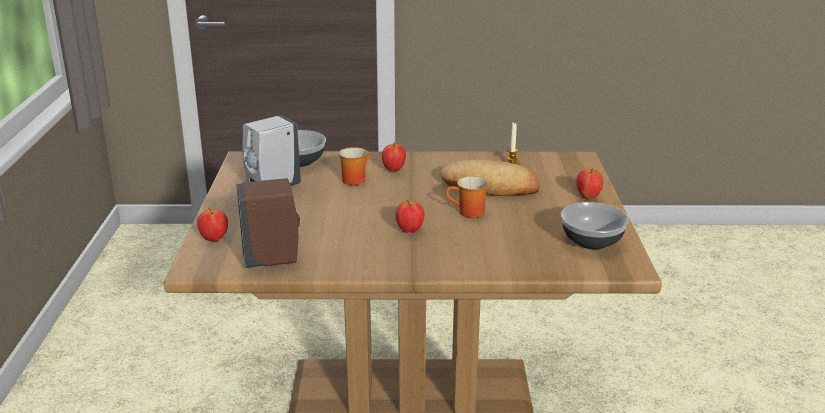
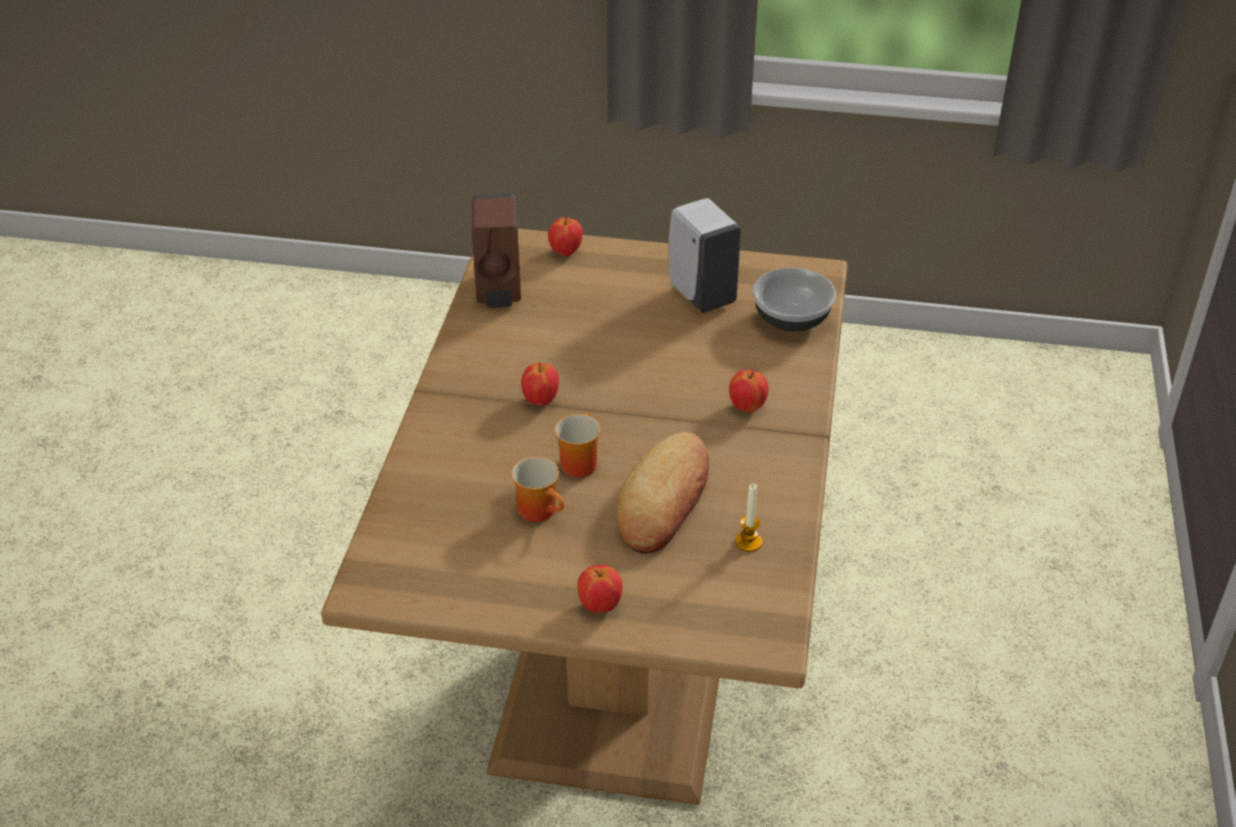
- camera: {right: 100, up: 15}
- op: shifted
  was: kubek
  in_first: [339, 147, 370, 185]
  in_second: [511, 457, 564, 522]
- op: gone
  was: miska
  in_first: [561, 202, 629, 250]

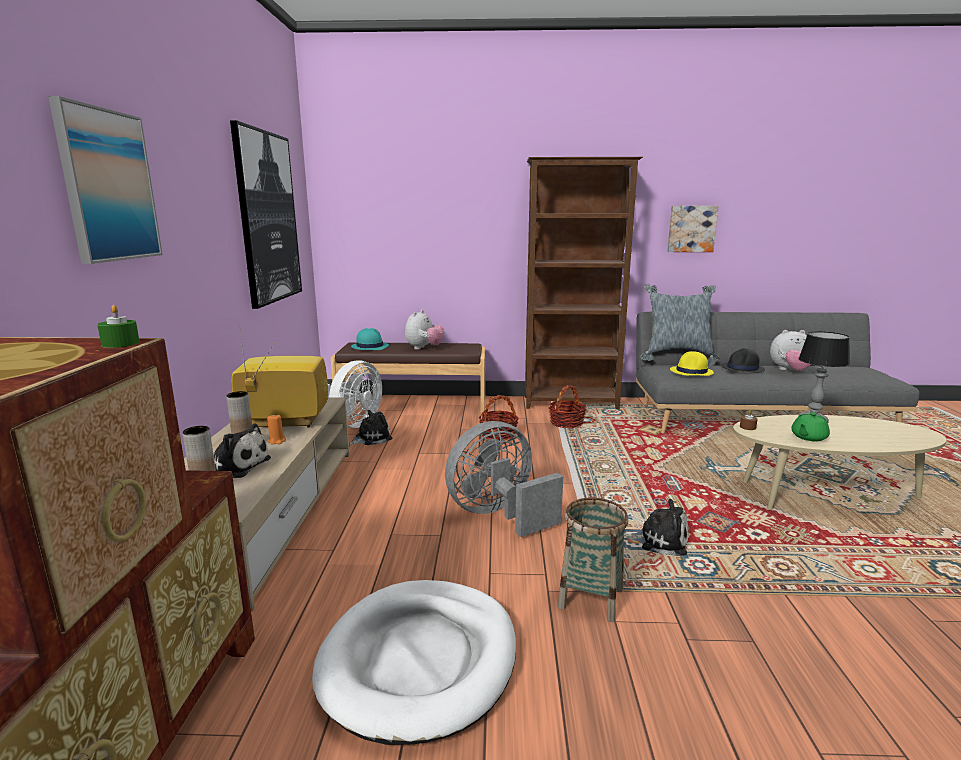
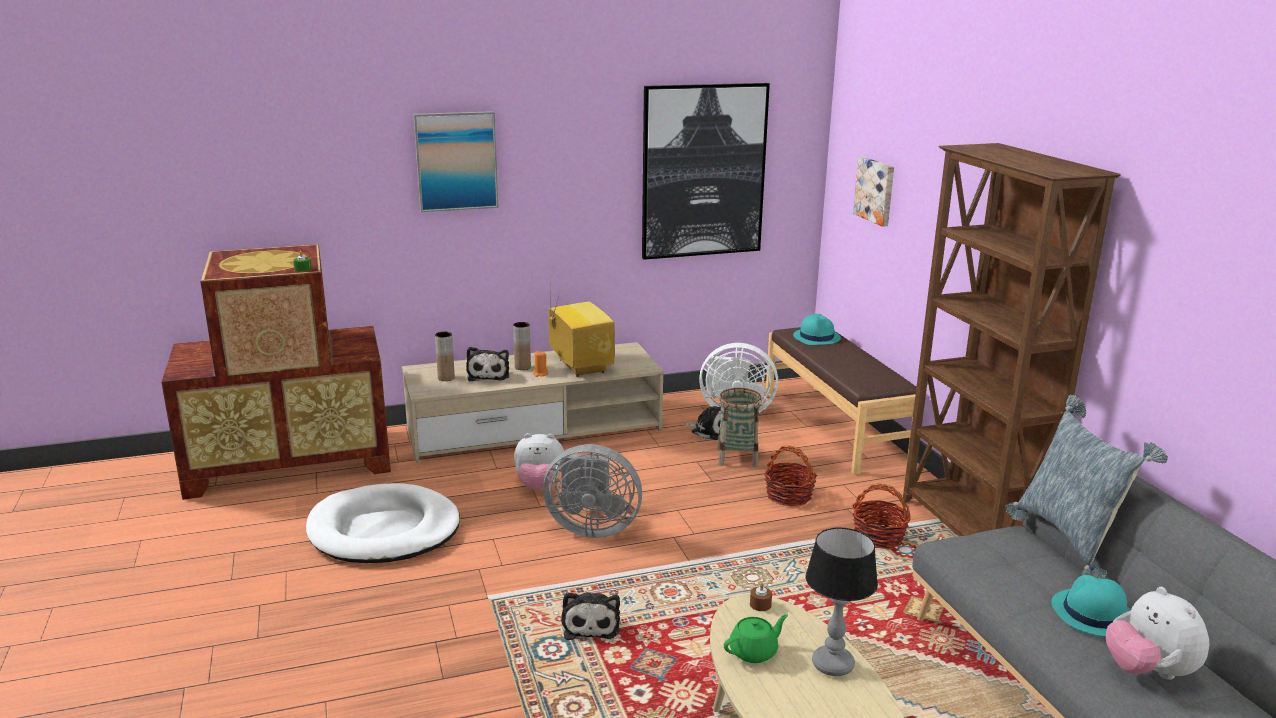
- camera: {right: 70, up: 5}
- op: shifted
  was: pluszak
  in_first: [405, 310, 444, 350]
  in_second: [514, 433, 564, 490]
- op: rotated
  was: wentylator [szary]
  in_first: [445, 421, 563, 537]
  in_second: [543, 444, 642, 538]
  clockwise: 150
- op: shifted
  was: koszyk
  in_first: [558, 498, 628, 622]
  in_second: [717, 388, 762, 467]
- op: rotated
  was: imbryk [zielony]
  in_first: [792, 412, 830, 442]
  in_second: [724, 614, 788, 663]
  clockwise: 120
- op: shifted
  was: obraz
  in_first: [667, 206, 719, 252]
  in_second: [853, 157, 894, 227]
- op: repainted
  was: kapelusz [czarny]
  now: kapelusz [turkusowy]
  in_first: [721, 348, 765, 373]
  in_second: [1051, 575, 1130, 637]
- op: gone
  was: kapelusz [żółty]
  in_first: [670, 351, 714, 376]

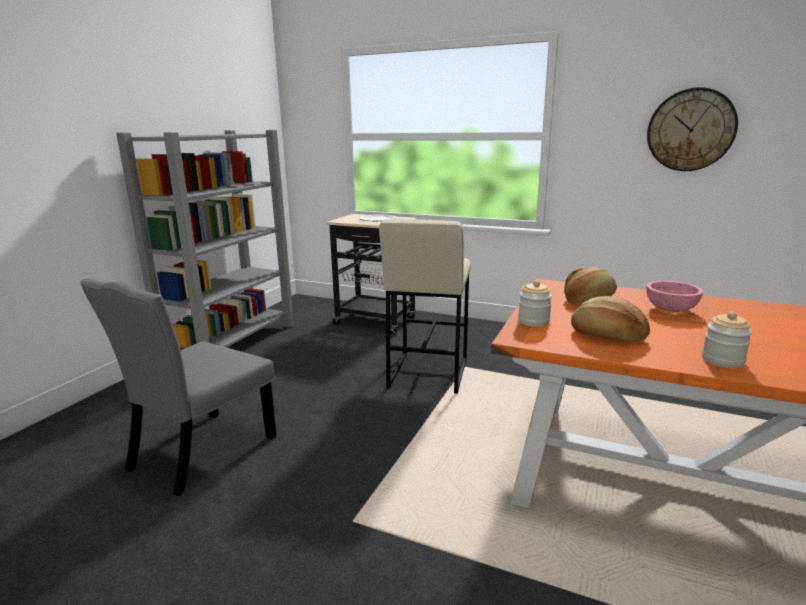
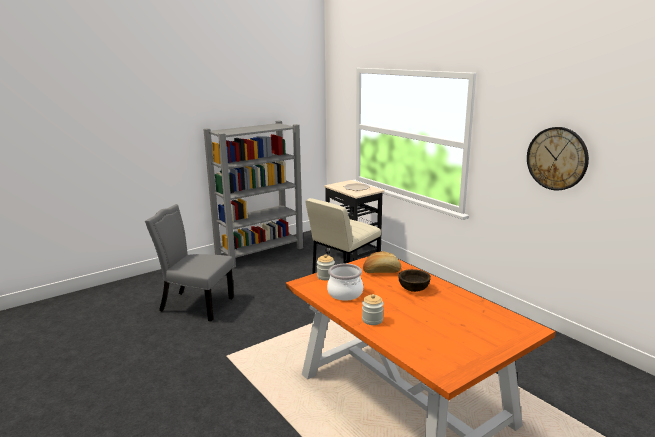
- camera: {right: 30, up: 0}
- op: rotated
  was: krzesło [szary]
  in_first: [80, 279, 276, 496]
  in_second: [145, 204, 234, 322]
  clockwise: 45
- op: swapped
  was: chleb
  now: garnek
  in_first: [571, 296, 650, 342]
  in_second: [327, 264, 363, 301]
- op: repainted
  was: miska [różowy]
  now: miska [brązowy]
  in_first: [647, 281, 703, 312]
  in_second: [398, 269, 431, 292]

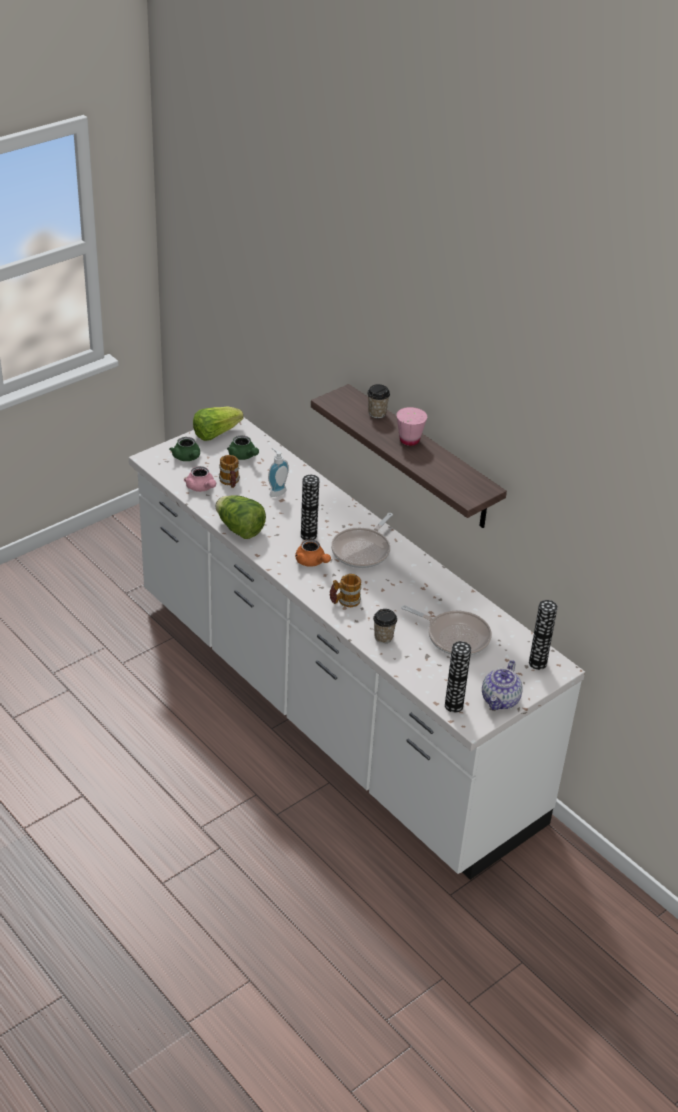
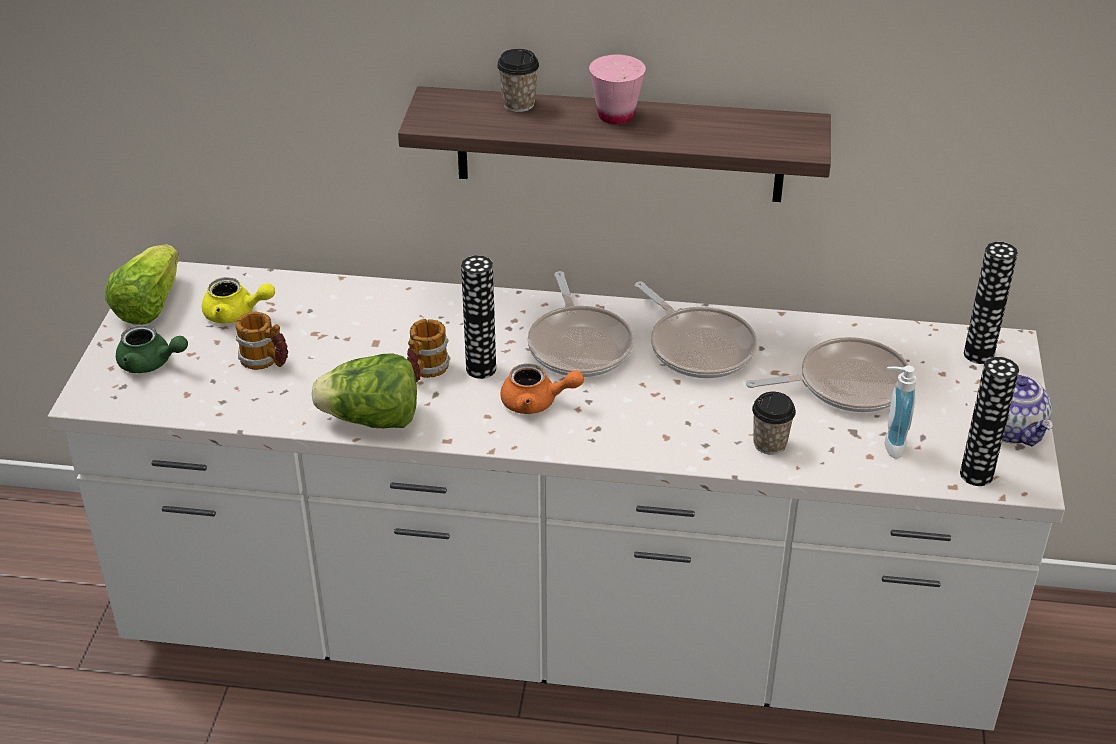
- camera: {right: -40, up: 0}
- op: repainted
  was: imbryk [zielony]
  now: imbryk [żółty]
  in_first: [227, 435, 259, 460]
  in_second: [202, 277, 275, 323]
- op: shifted
  was: kubek
  in_first: [330, 574, 361, 607]
  in_second: [407, 319, 450, 382]
- op: new
  now: patelnia
  in_second: [635, 282, 757, 378]
- op: shifted
  was: dozownik mydła
  in_first: [268, 448, 289, 497]
  in_second: [884, 366, 917, 459]
- op: gone
  was: imbryk [różowy]
  in_first: [184, 466, 216, 492]

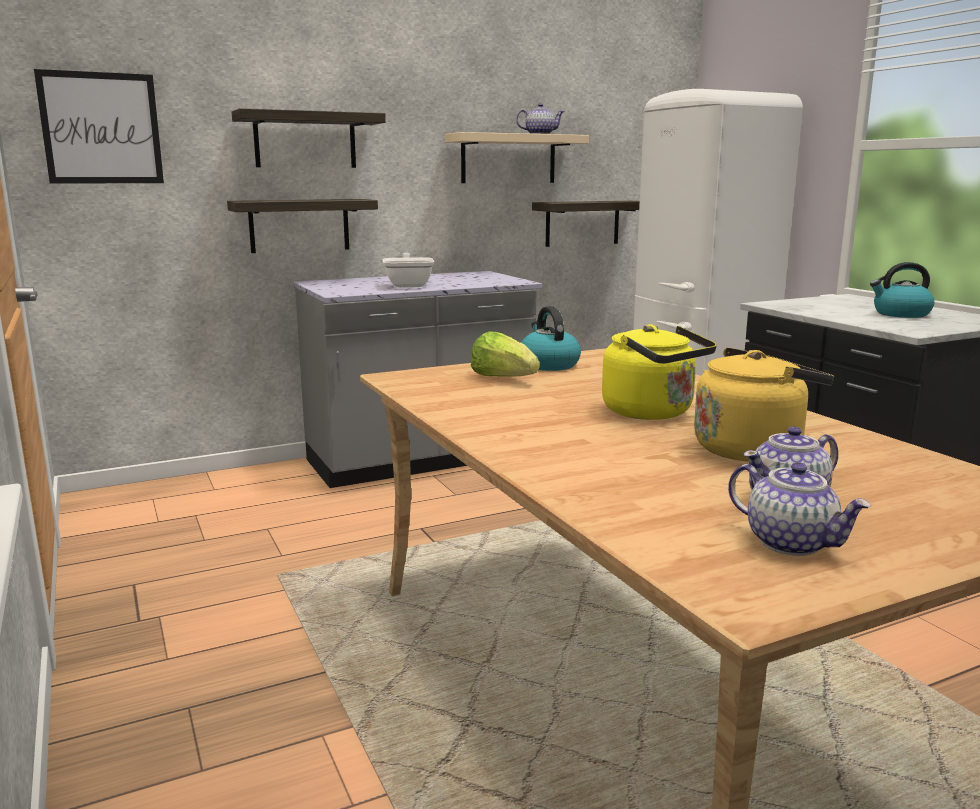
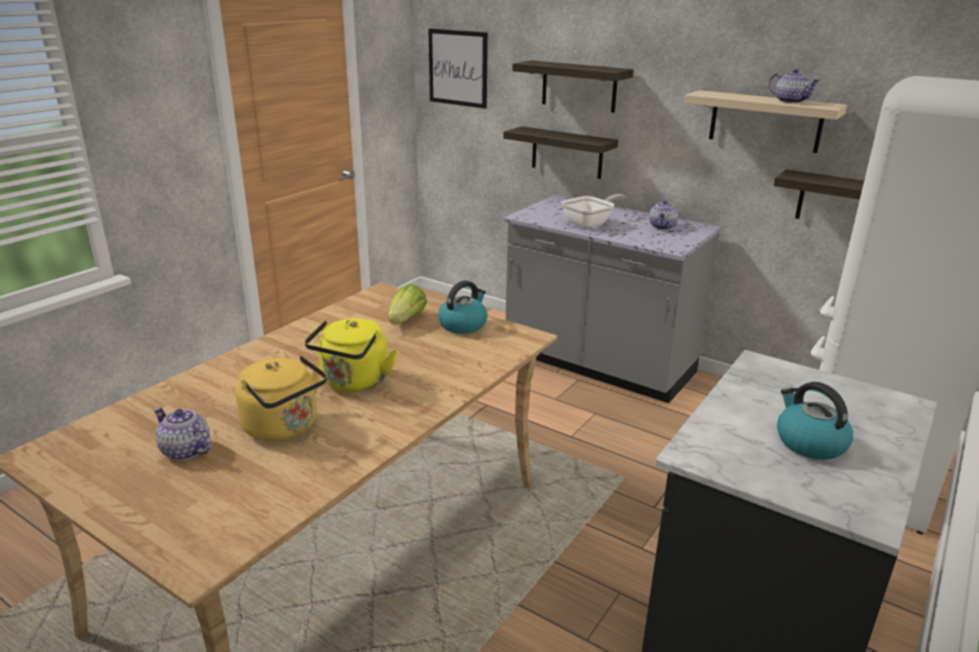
- camera: {right: 60, up: 10}
- op: shifted
  was: imbryk
  in_first: [728, 462, 871, 556]
  in_second: [649, 200, 678, 230]

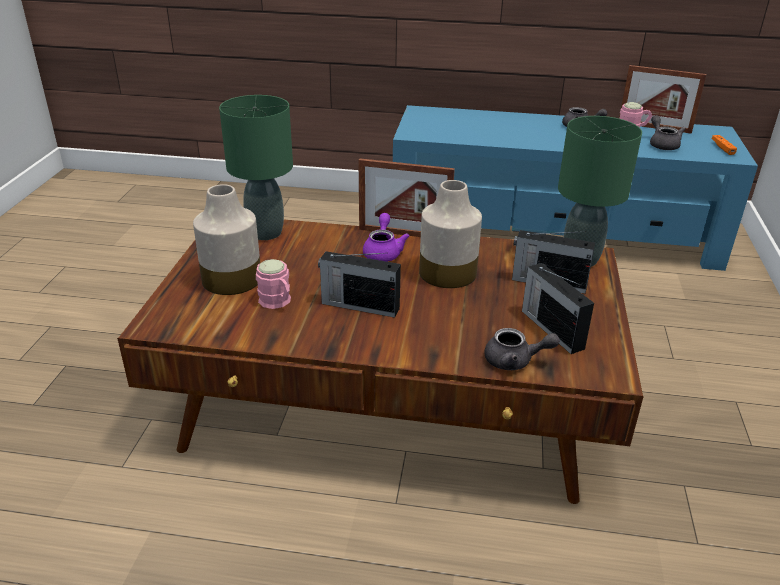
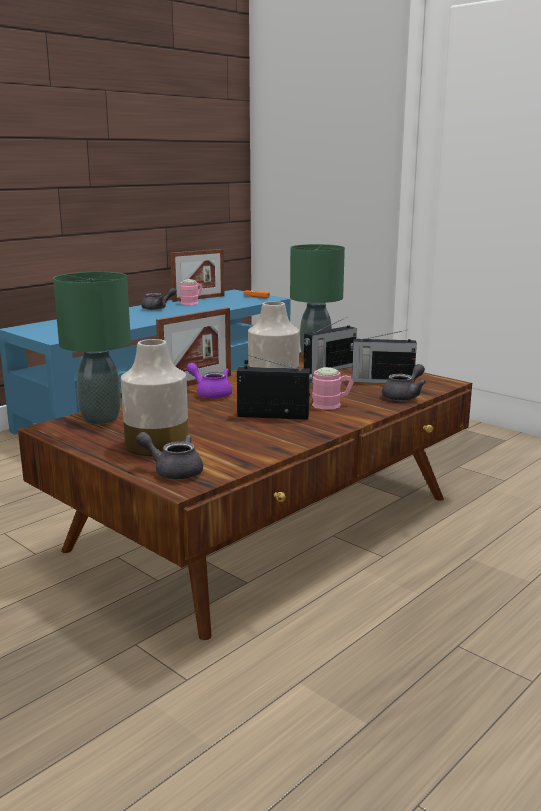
- camera: {right: -55, up: -15}
- op: shifted
  was: imbryk [szary]
  in_first: [650, 115, 686, 150]
  in_second: [136, 432, 203, 480]
- op: rotated
  was: radio
  in_first: [318, 251, 401, 318]
  in_second: [237, 355, 313, 420]
  clockwise: -135
- op: shifted
  was: kubek [różowy]
  in_first: [256, 259, 291, 309]
  in_second: [312, 367, 354, 410]

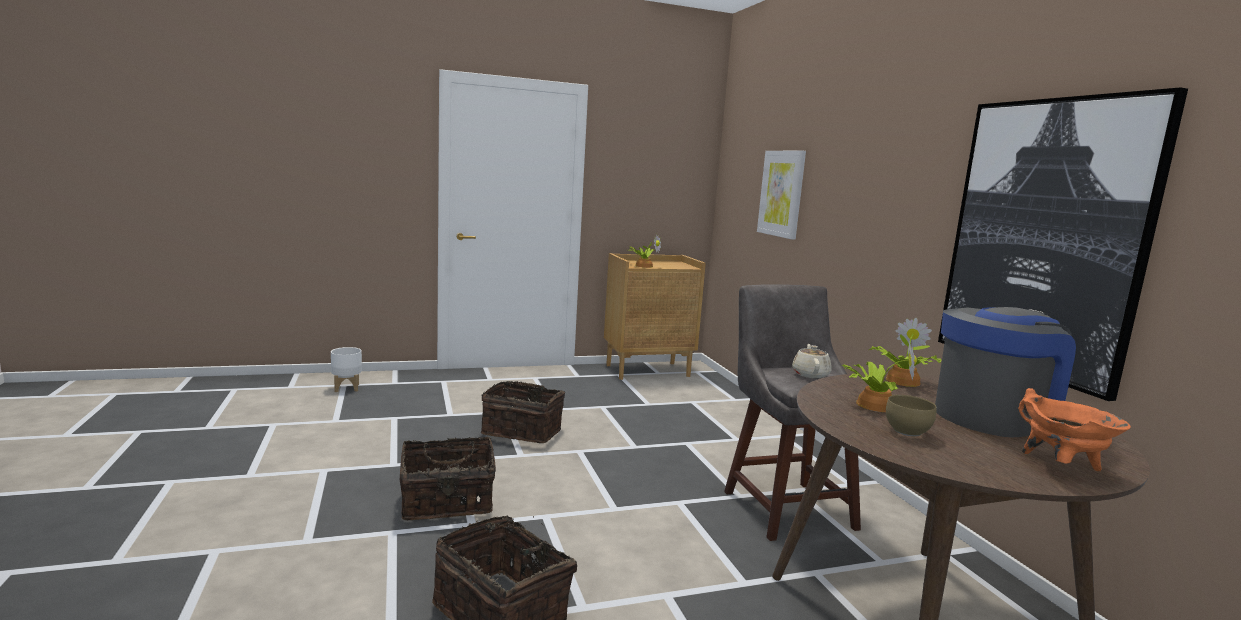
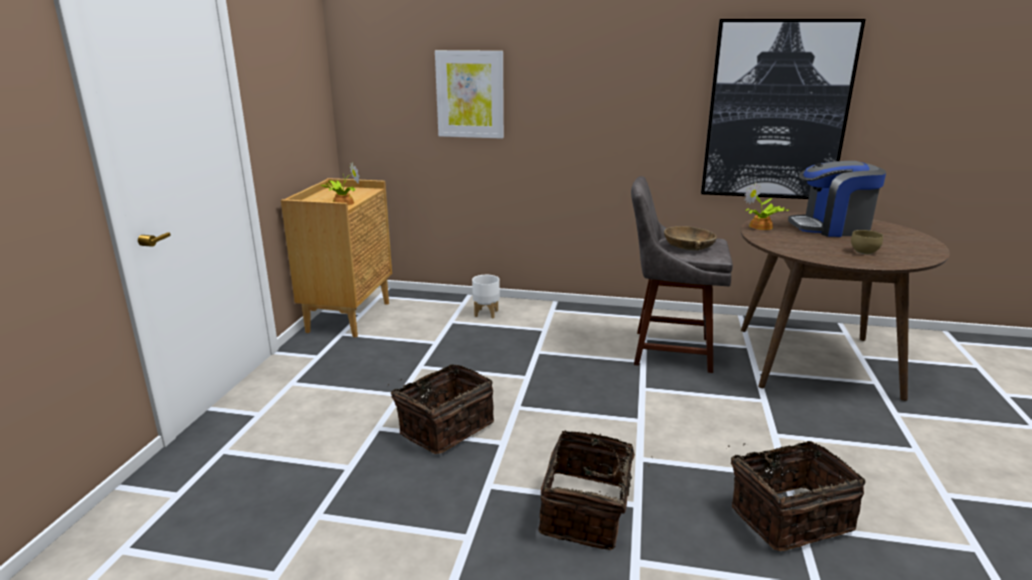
- camera: {right: -60, up: 10}
- op: shifted
  was: donica [biały]
  in_first: [331, 347, 362, 392]
  in_second: [472, 275, 500, 319]
- op: swapped
  was: imbryk [beżowy]
  now: miska [brązowy]
  in_first: [792, 344, 832, 379]
  in_second: [664, 226, 717, 251]
- op: rotated
  was: ekspres do kawy
  in_first: [935, 307, 1076, 437]
  in_second: [788, 161, 886, 237]
  clockwise: -90
- op: gone
  was: roślina doniczkowa
  in_first: [842, 340, 917, 412]
- op: gone
  was: garnek [pomarańczowy]
  in_first: [1018, 388, 1131, 471]

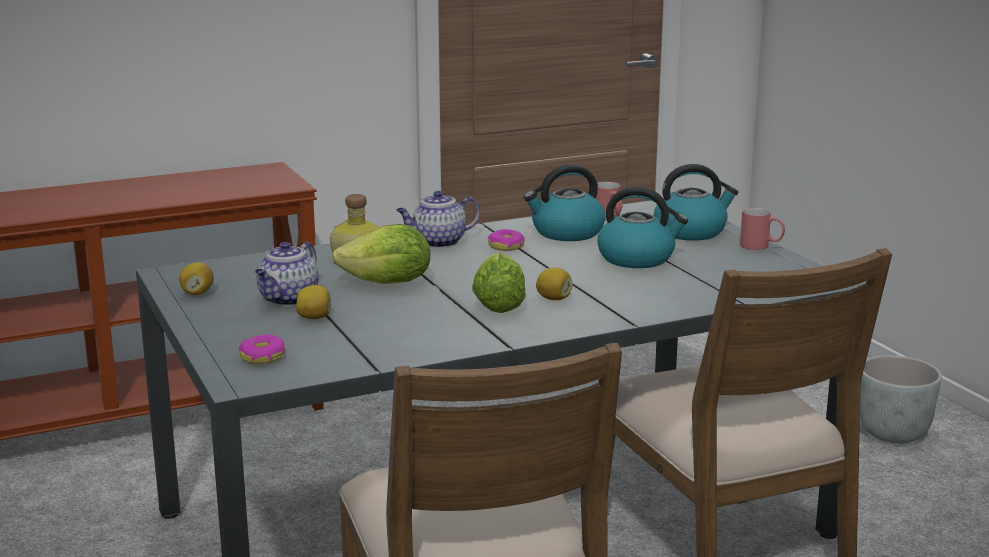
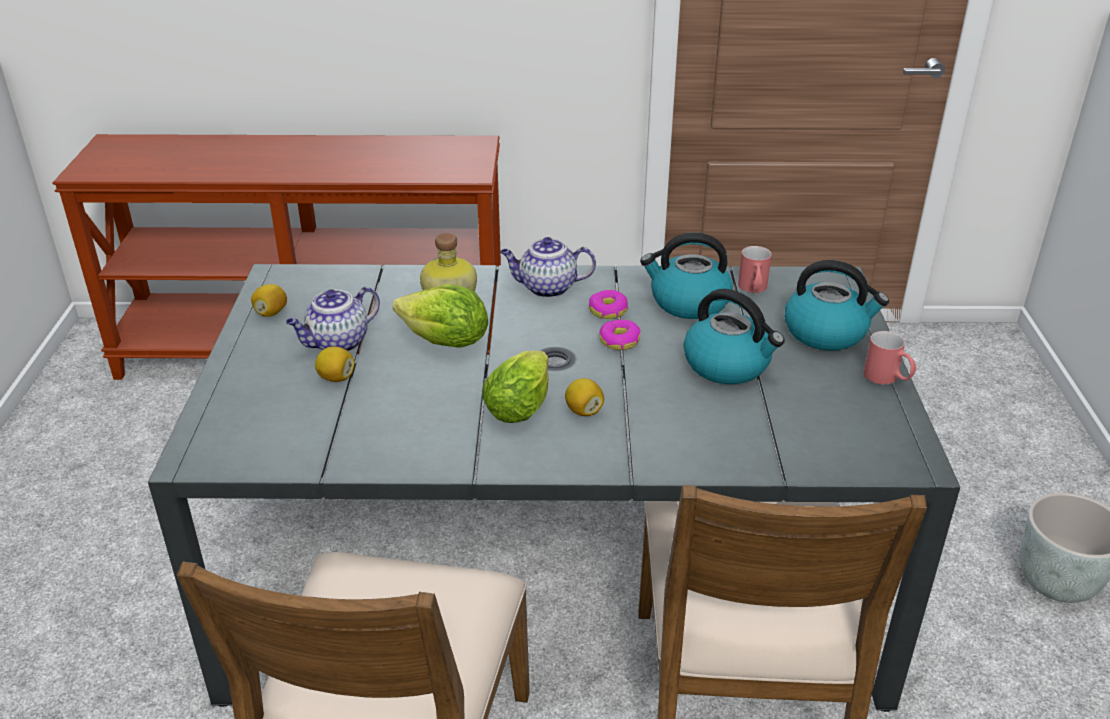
- camera: {right: 25, up: 15}
- op: shifted
  was: donut
  in_first: [239, 334, 285, 364]
  in_second: [599, 319, 641, 350]

